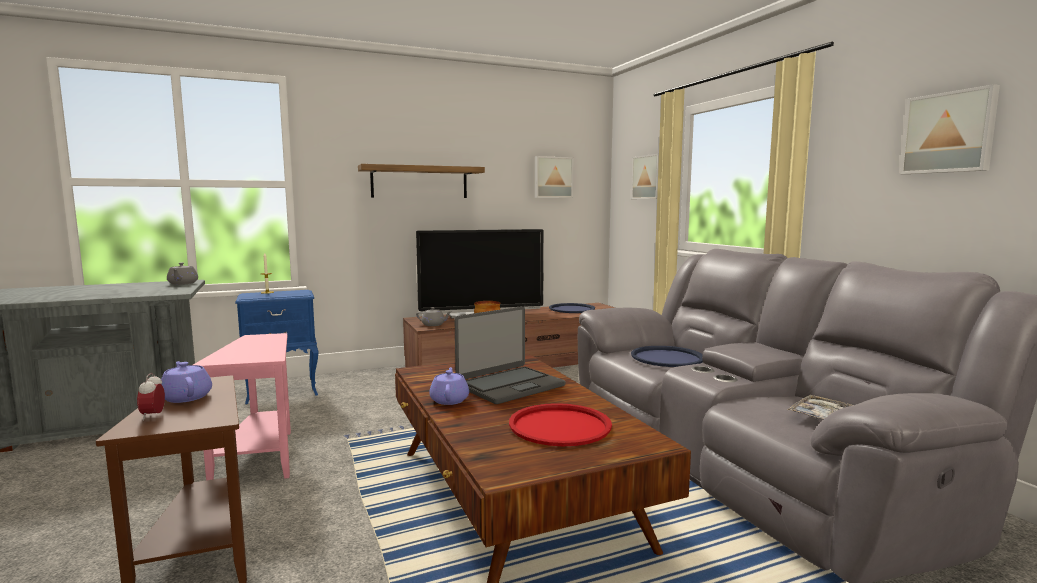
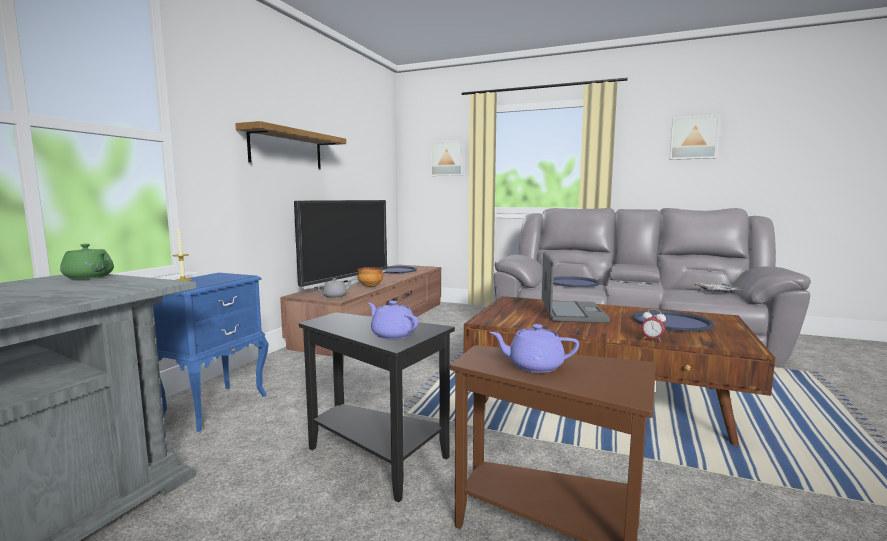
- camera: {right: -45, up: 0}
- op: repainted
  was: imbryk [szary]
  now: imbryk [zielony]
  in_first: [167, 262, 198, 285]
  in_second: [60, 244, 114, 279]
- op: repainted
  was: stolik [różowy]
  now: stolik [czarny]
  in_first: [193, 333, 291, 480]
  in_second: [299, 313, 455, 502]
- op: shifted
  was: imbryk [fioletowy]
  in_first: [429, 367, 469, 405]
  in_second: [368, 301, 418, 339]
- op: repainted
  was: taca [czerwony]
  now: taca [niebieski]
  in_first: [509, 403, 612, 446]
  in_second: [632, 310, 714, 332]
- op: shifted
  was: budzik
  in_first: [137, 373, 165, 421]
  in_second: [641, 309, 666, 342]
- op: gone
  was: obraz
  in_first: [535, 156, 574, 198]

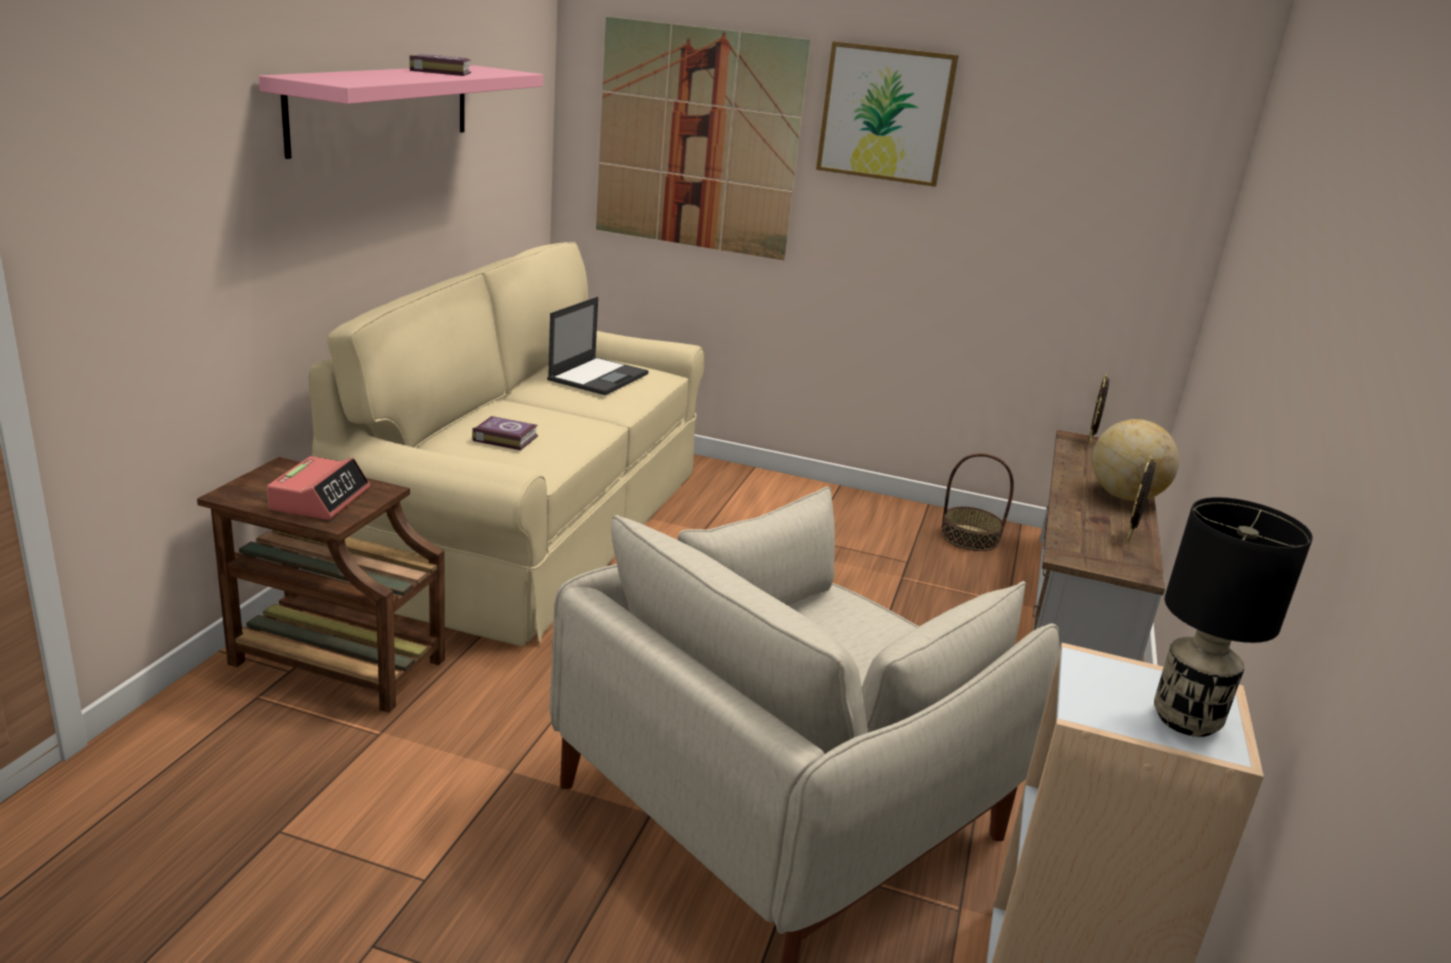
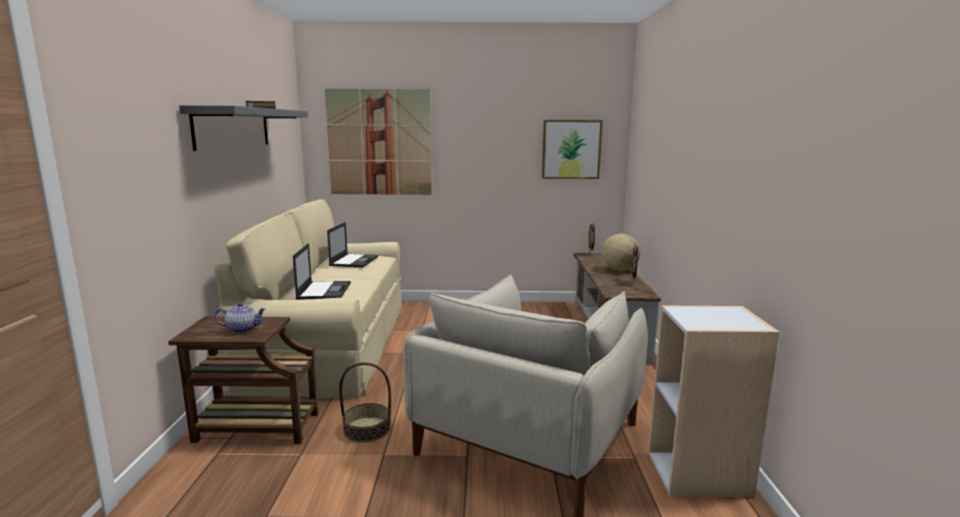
- camera: {right: -15, up: -10}
- op: repainted
  was: półka [różowy]
  now: półka [szary]
  in_first: [259, 65, 543, 159]
  in_second: [179, 105, 308, 151]
- op: swapped
  was: budzik
  now: imbryk
  in_first: [267, 456, 370, 520]
  in_second: [215, 302, 266, 333]
- op: swapped
  was: książka
  now: laptop
  in_first: [472, 416, 538, 450]
  in_second: [293, 243, 351, 299]
- op: shifted
  was: koszyk
  in_first: [941, 453, 1014, 551]
  in_second: [339, 362, 391, 442]
- op: shifted
  was: obraz
  in_first: [816, 41, 959, 187]
  in_second: [542, 120, 603, 179]
- op: gone
  was: lampa stołowa [czarny]
  in_first: [1154, 497, 1313, 737]

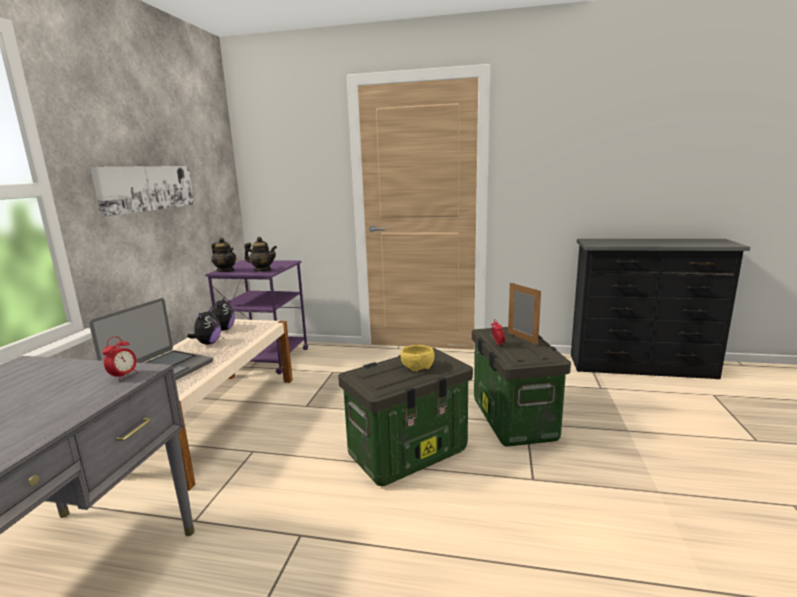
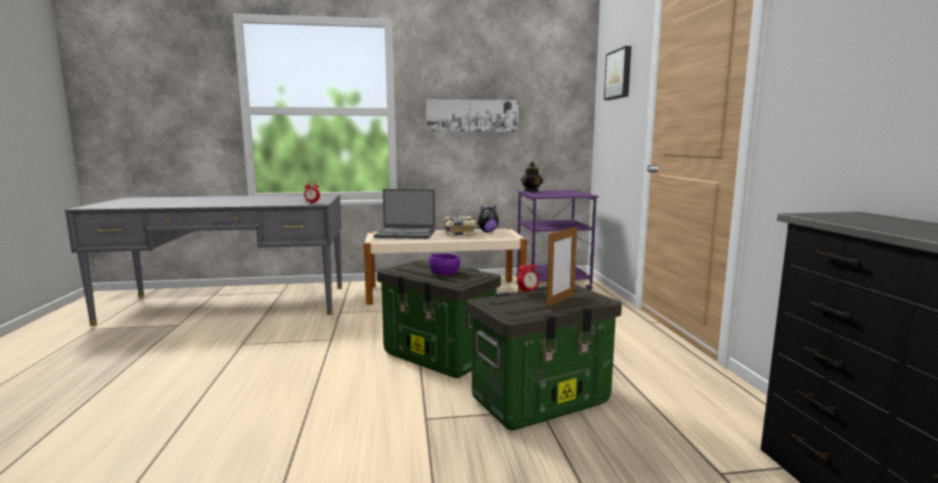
- camera: {right: 70, up: -5}
- op: repainted
  was: miska [żółty]
  now: miska [fioletowy]
  in_first: [400, 345, 435, 372]
  in_second: [429, 253, 460, 276]
- op: swapped
  was: pluszak
  now: książka
  in_first: [187, 307, 221, 345]
  in_second: [443, 216, 476, 236]
- op: new
  now: obraz
  in_second: [604, 46, 631, 100]
- op: gone
  was: imbryk
  in_first: [244, 237, 277, 272]

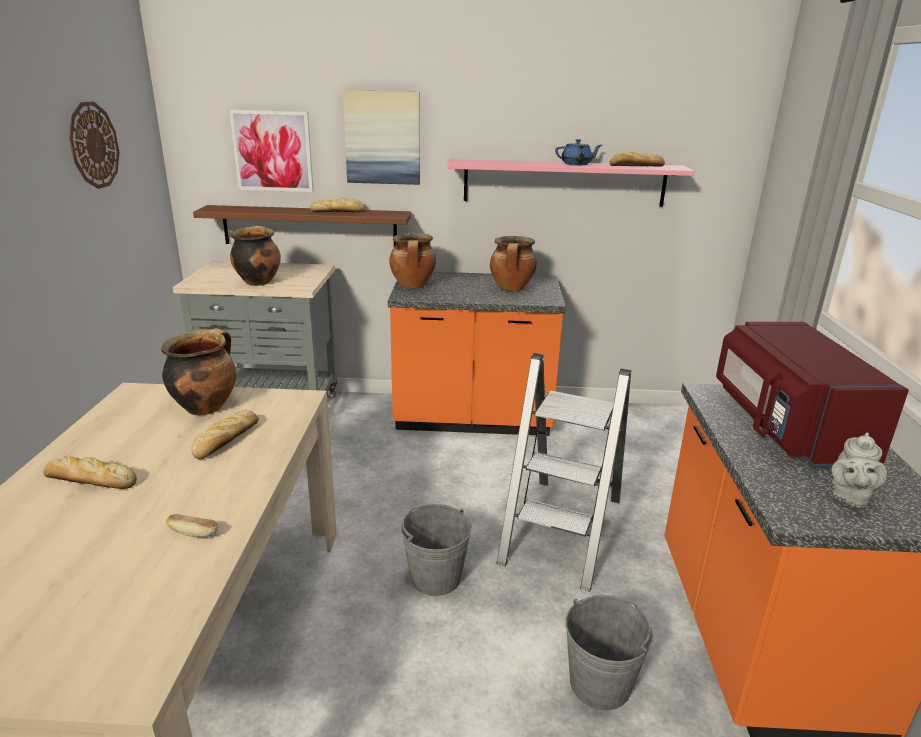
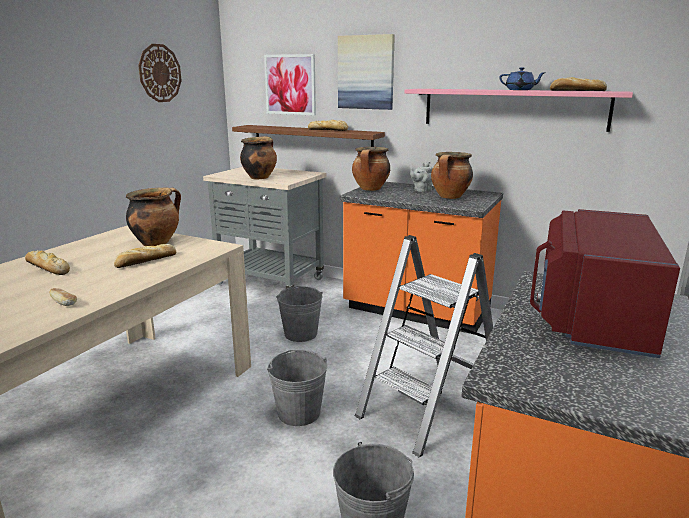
- camera: {right: 25, up: -5}
- op: new
  now: wiadro [szary]
  in_second: [276, 286, 323, 342]
- op: shifted
  was: imbryk [szary]
  in_first: [831, 433, 887, 508]
  in_second: [410, 162, 433, 192]

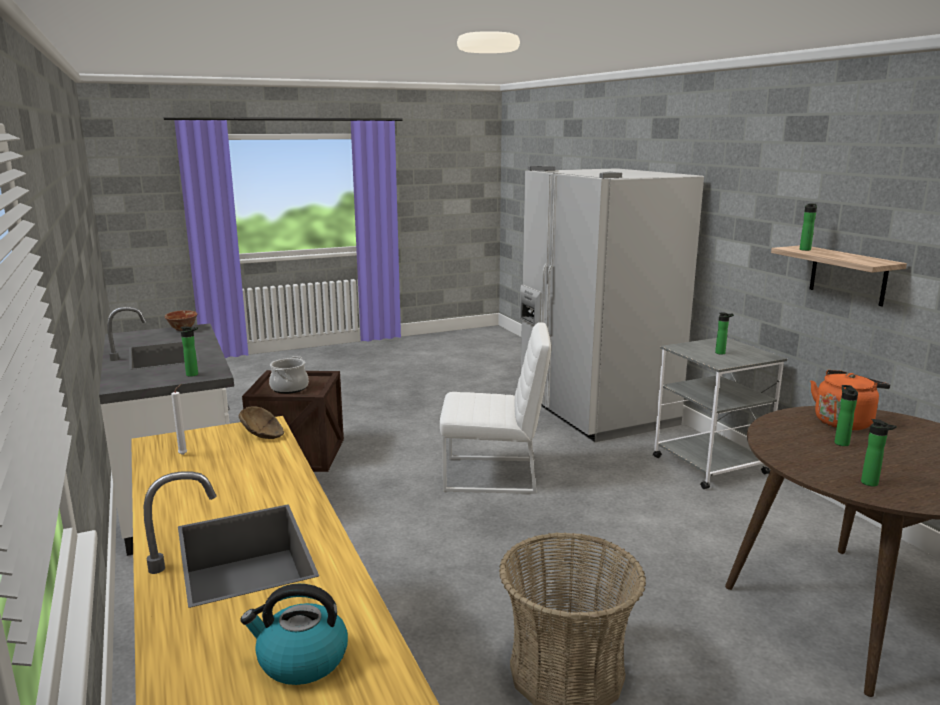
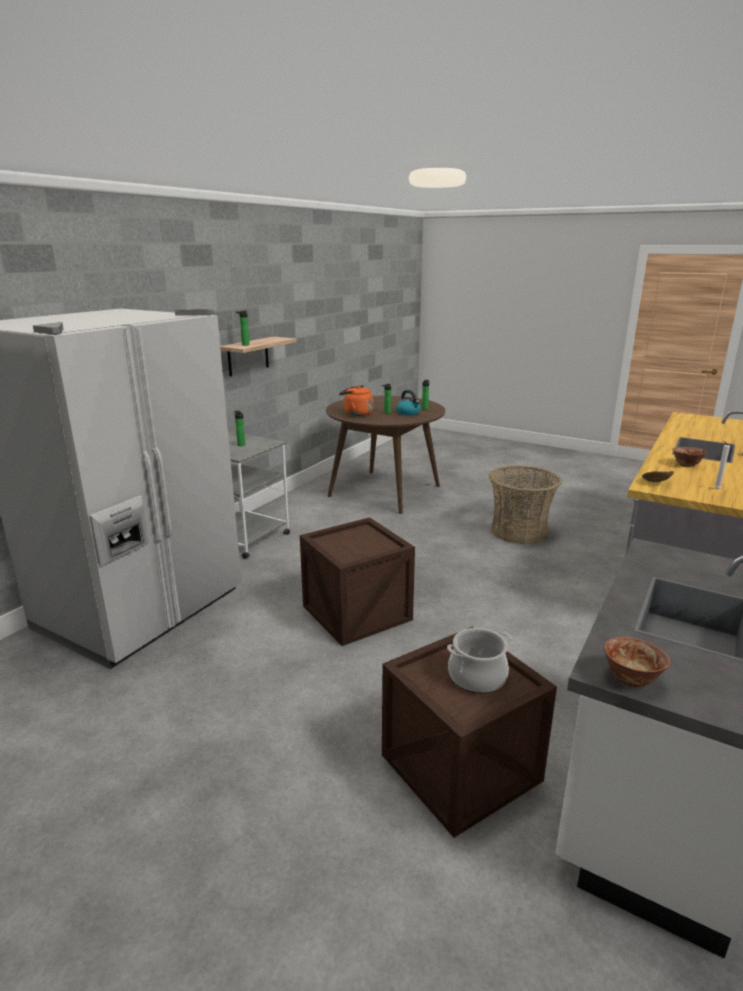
- camera: {right: -125, up: 5}
- op: swapped
  was: krzesło [biały]
  now: skrzynka
  in_first: [440, 322, 551, 494]
  in_second: [300, 517, 415, 646]
- op: shifted
  was: czajnik
  in_first: [240, 584, 348, 685]
  in_second: [396, 390, 421, 415]
- op: new
  now: miska
  in_second: [672, 447, 707, 467]
- op: gone
  was: butelka
  in_first: [180, 326, 198, 377]

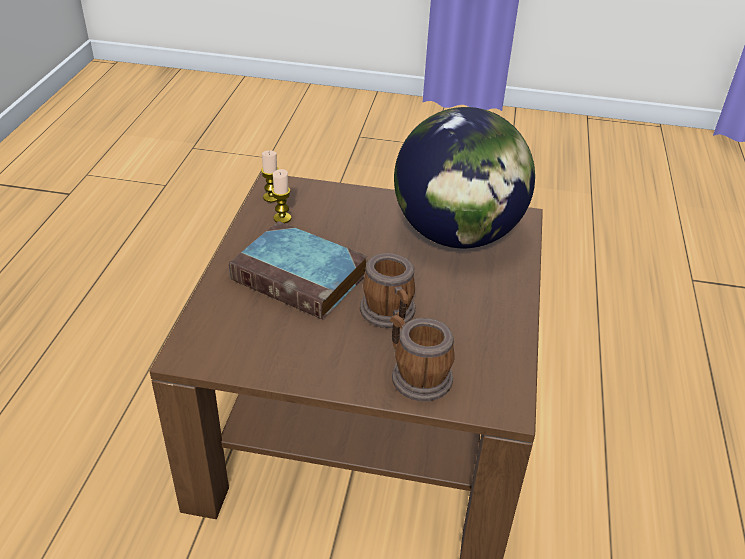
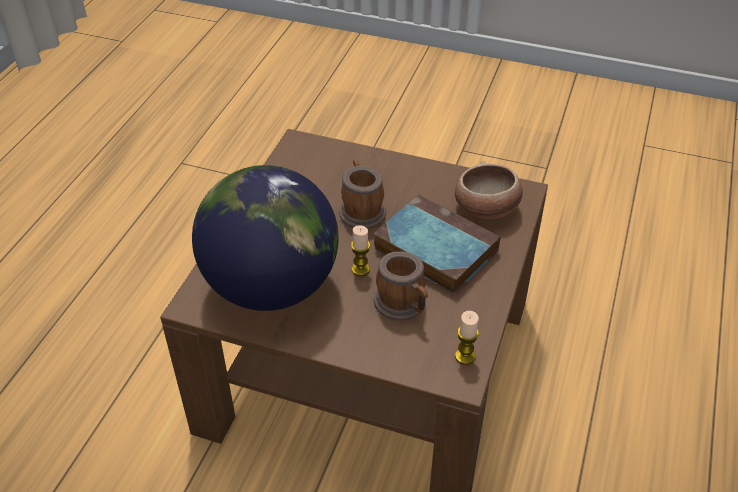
- camera: {right: -170, up: 5}
- op: shifted
  was: świeca
  in_first: [272, 169, 291, 223]
  in_second: [351, 225, 370, 276]
- op: shifted
  was: kubek
  in_first: [390, 315, 455, 401]
  in_second: [374, 252, 428, 321]
- op: new
  now: miska
  in_second: [455, 161, 523, 219]

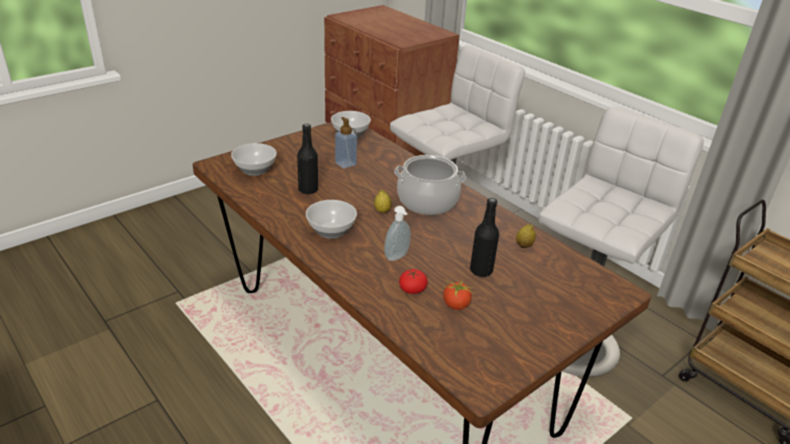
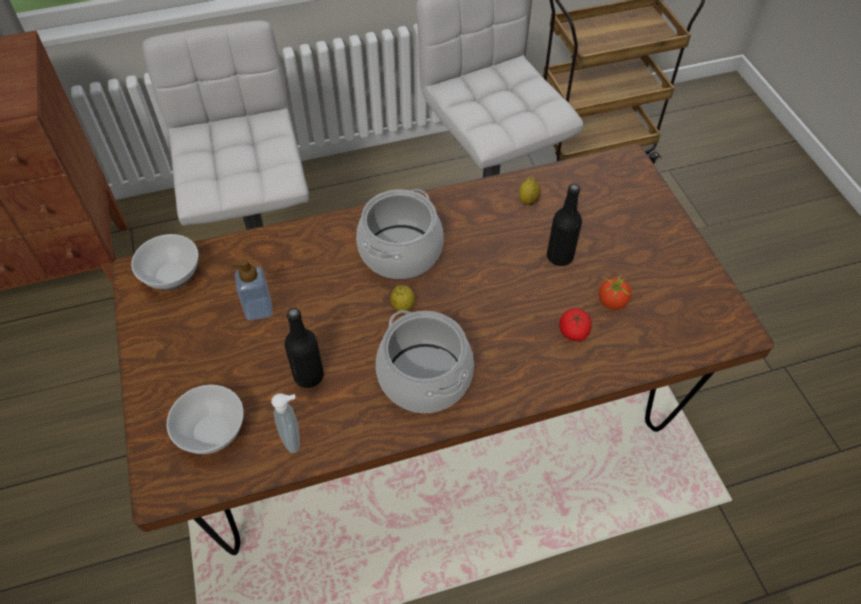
- camera: {right: -65, up: 20}
- op: shifted
  was: dozownik mydła
  in_first: [384, 206, 411, 261]
  in_second: [271, 393, 300, 453]
- op: swapped
  was: miska
  now: garnek
  in_first: [306, 200, 357, 239]
  in_second: [376, 310, 474, 413]

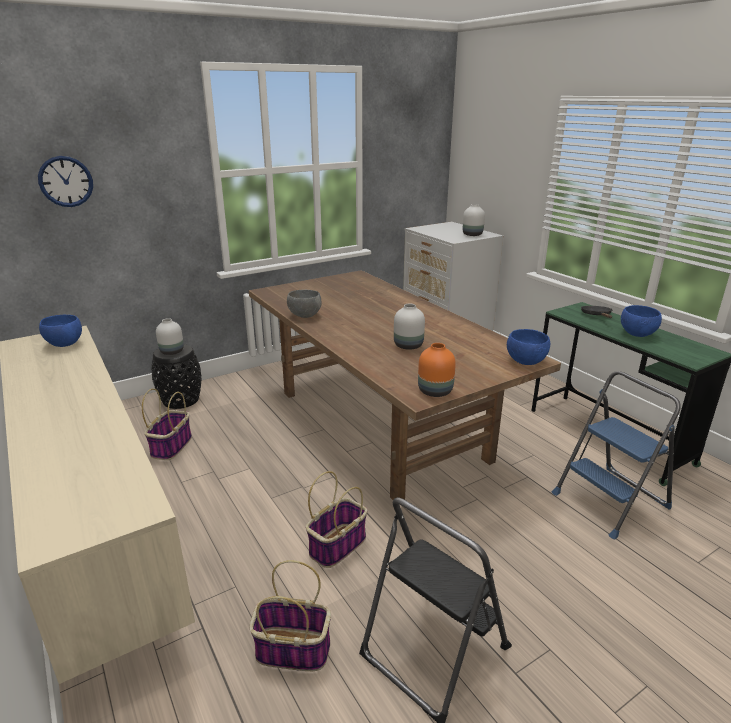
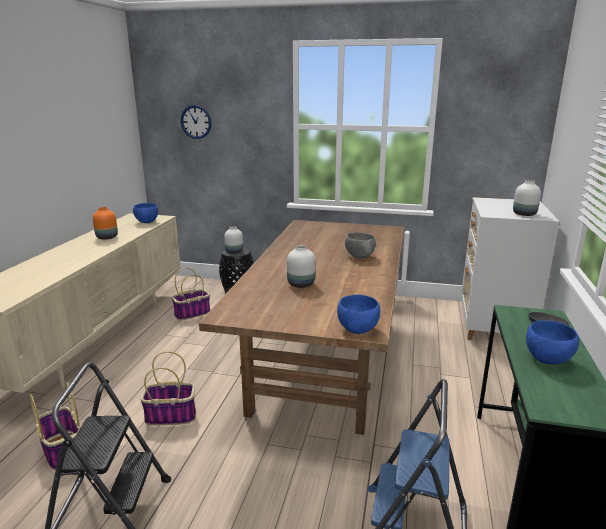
- camera: {right: 45, up: -5}
- op: shifted
  was: wazon [pomarańczowy]
  in_first: [418, 343, 456, 397]
  in_second: [93, 207, 118, 240]
- op: shifted
  was: miska [szary]
  in_first: [287, 290, 322, 318]
  in_second: [345, 232, 376, 258]

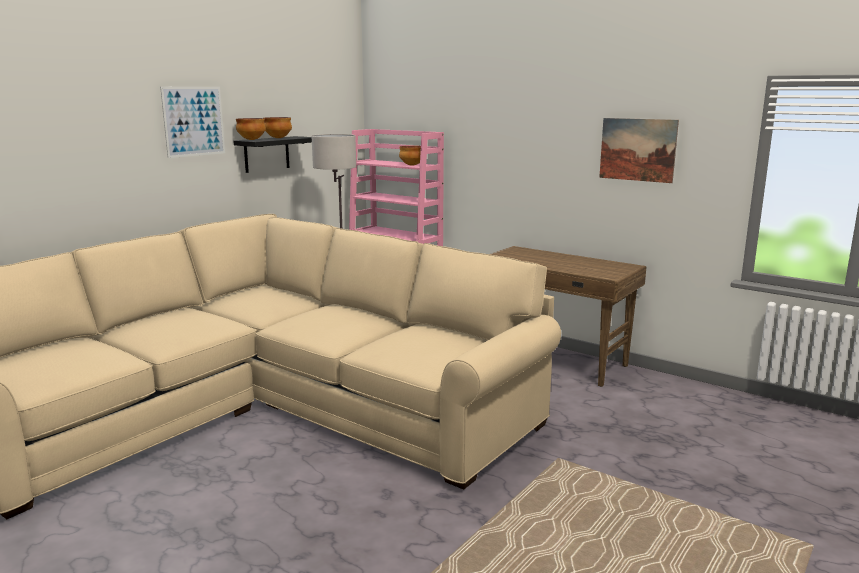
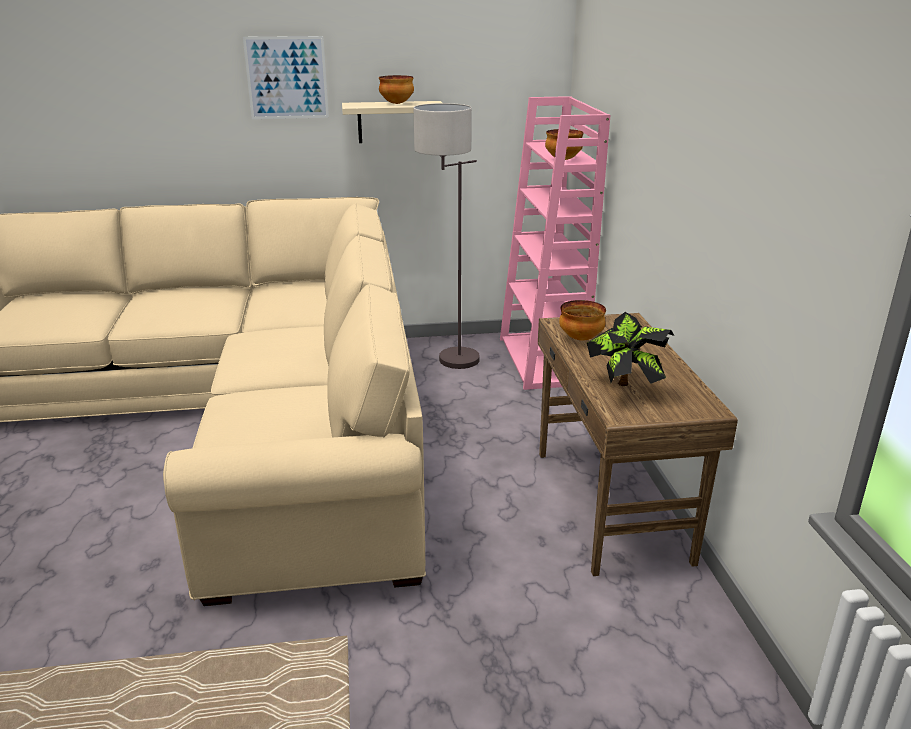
- camera: {right: 45, up: 10}
- op: repainted
  was: półka [czarny]
  now: półka [beżowy]
  in_first: [234, 136, 312, 173]
  in_second: [342, 101, 442, 143]
- op: shifted
  was: miska
  in_first: [236, 118, 266, 140]
  in_second: [559, 300, 606, 340]
- op: new
  now: roślina doniczkowa
  in_second: [587, 312, 674, 386]
- op: gone
  was: obraz
  in_first: [599, 118, 679, 183]

